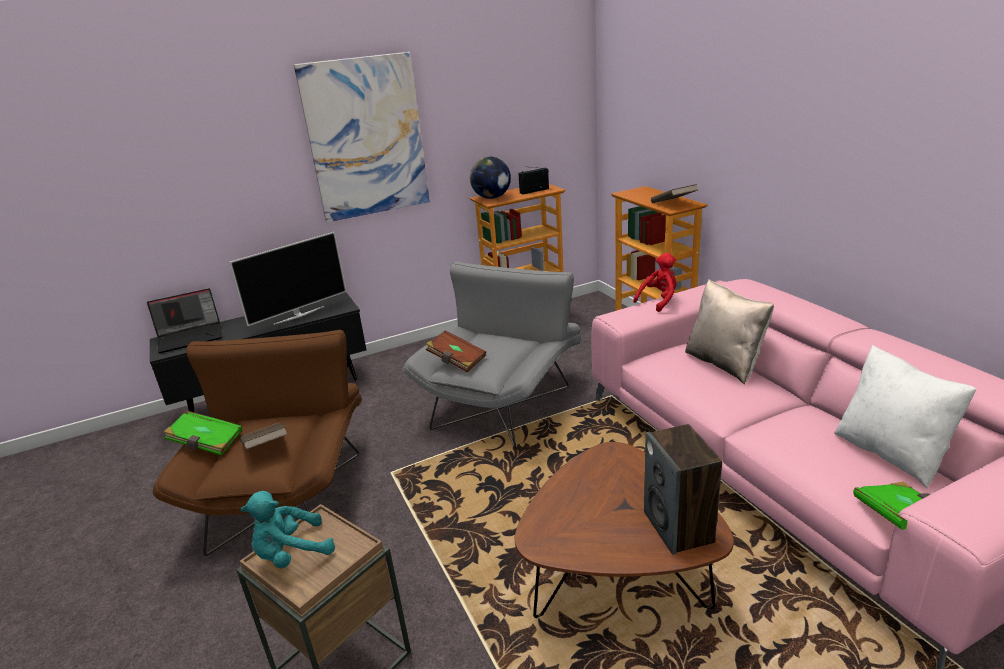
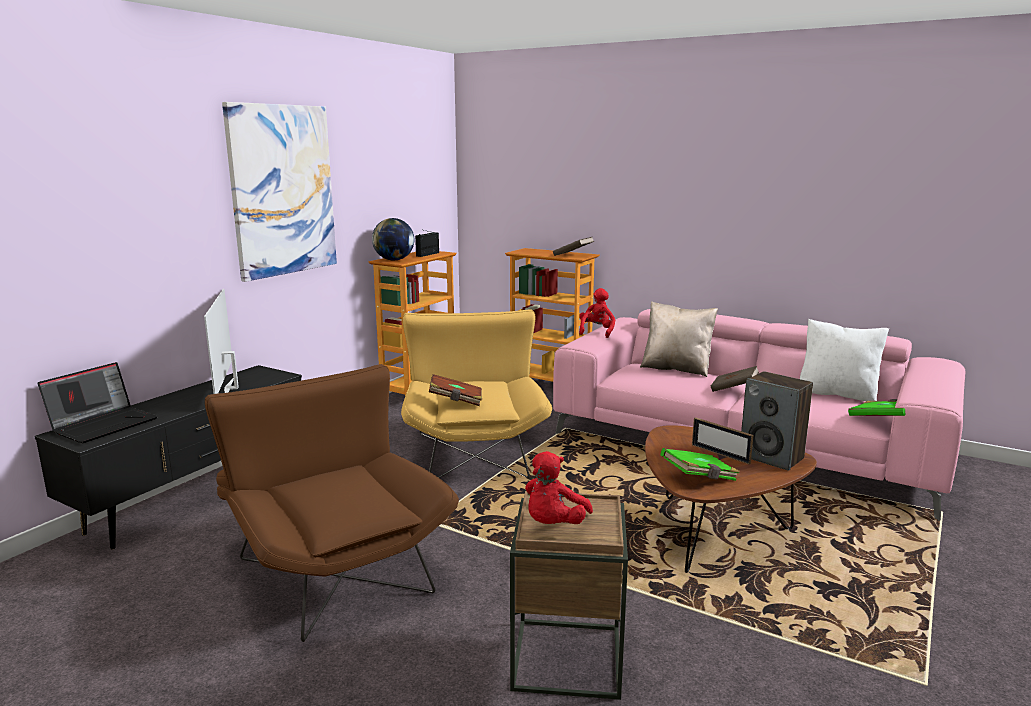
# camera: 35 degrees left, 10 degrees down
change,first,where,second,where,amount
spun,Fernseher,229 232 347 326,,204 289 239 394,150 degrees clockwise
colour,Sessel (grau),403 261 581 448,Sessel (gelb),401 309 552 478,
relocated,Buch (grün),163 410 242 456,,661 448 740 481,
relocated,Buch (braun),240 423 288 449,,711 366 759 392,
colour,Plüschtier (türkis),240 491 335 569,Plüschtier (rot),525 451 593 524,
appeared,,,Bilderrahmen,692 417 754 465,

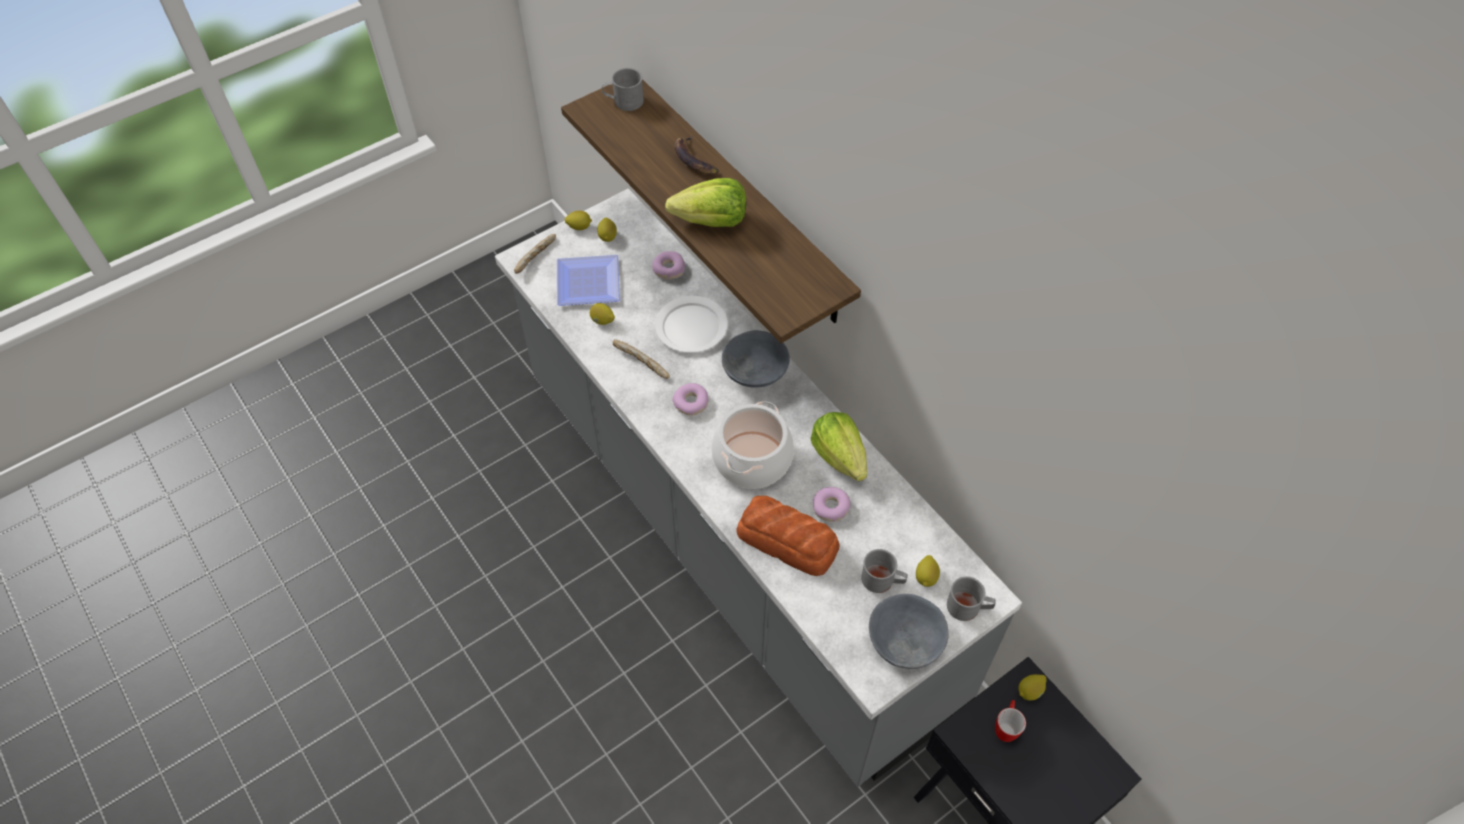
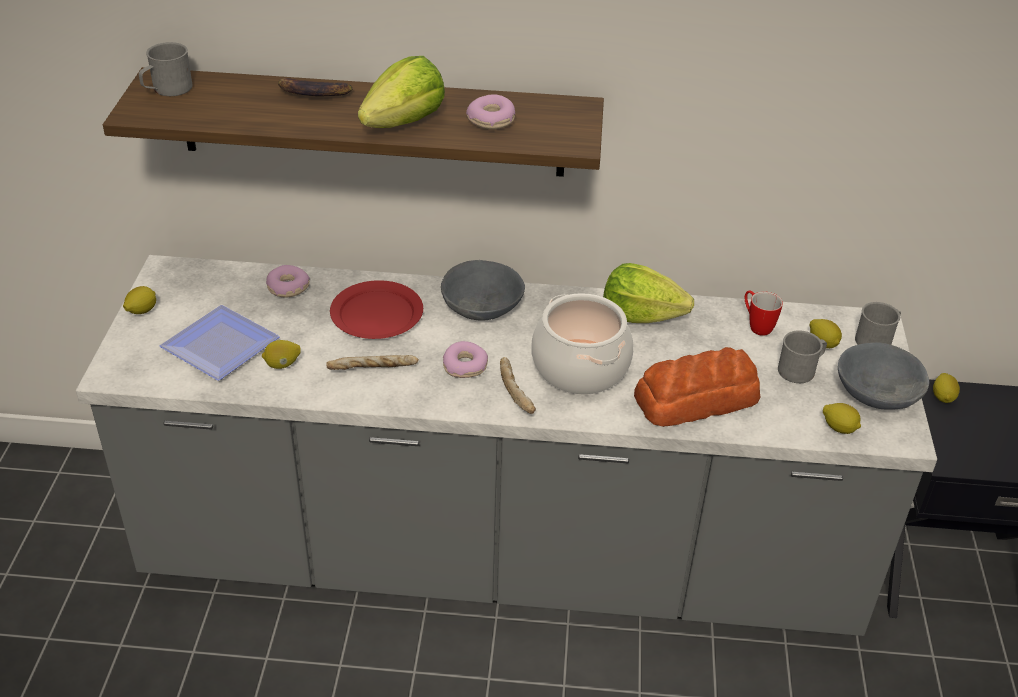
# camera: 50 degrees left, 15 degrees down
change,first,where,second,where,amount
relocated,Zitrone,597 218 617 242,,823 403 861 434,
relocated,Brot,514 234 556 274,,500 357 536 414,
colour,Teller (weiß),655 296 728 353,Teller (rot),330 280 423 339,
relocated,Donut,813 487 851 522,,466 94 515 129,
relocated,Henkelbecher,995 700 1026 742,,745 291 783 336,

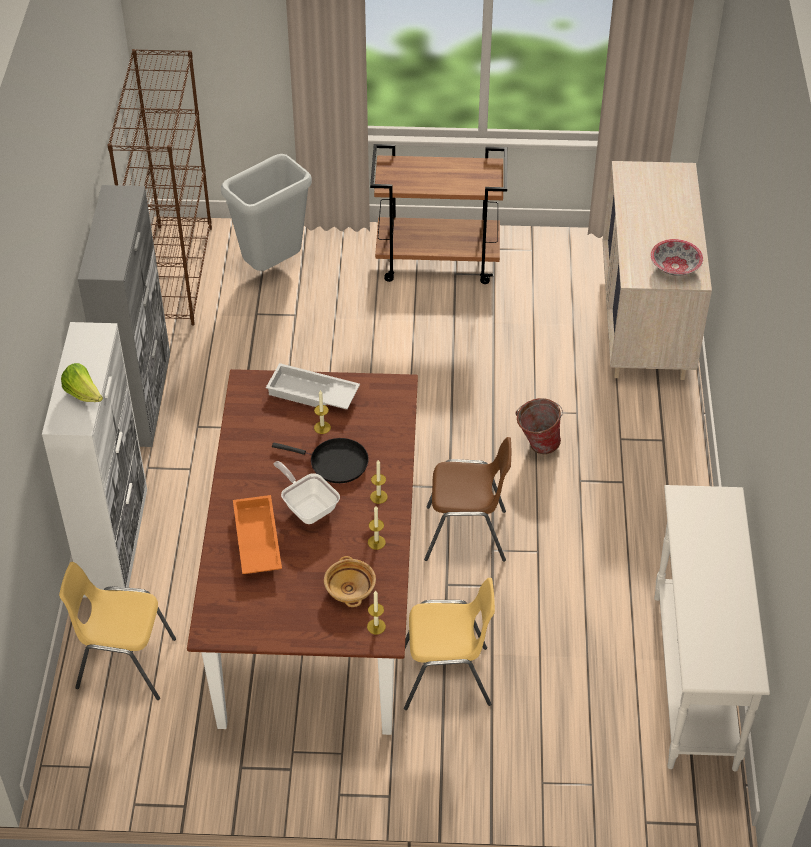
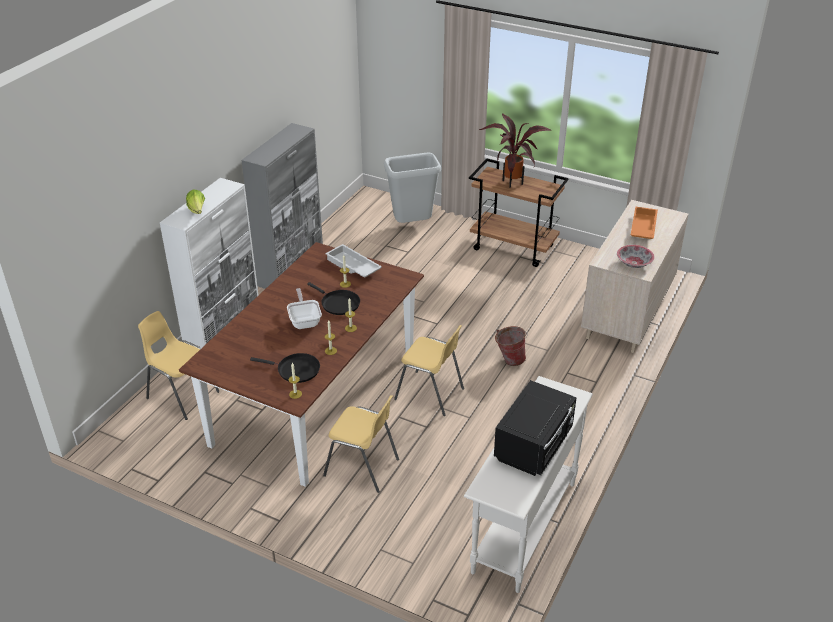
# camera: 25 degrees right, 10 degrees down
change,first,where,second,where,amount
missing,Bücherregal (braun),108 49 212 326,,,
colour,Stuhl (braun),424 437 511 562,Stuhl (gelb),394 325 464 416,
relocated,Tablett (orange),233 495 282 574,,631 206 658 239,
exchanged,Schüssel (beige),324 556 376 607,Pfanne (schwarz),250 353 320 383,
appeared,,,Topfpflanze,479 114 552 188,
appeared,,,Mikrowelle (schwarz),494 380 577 476,

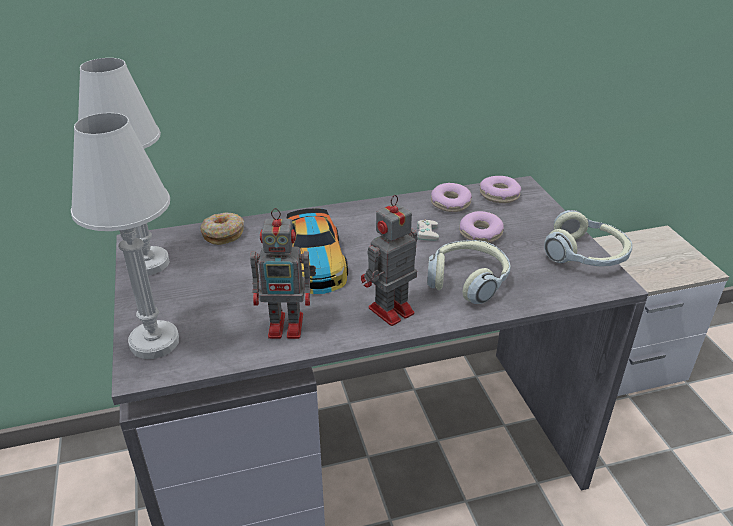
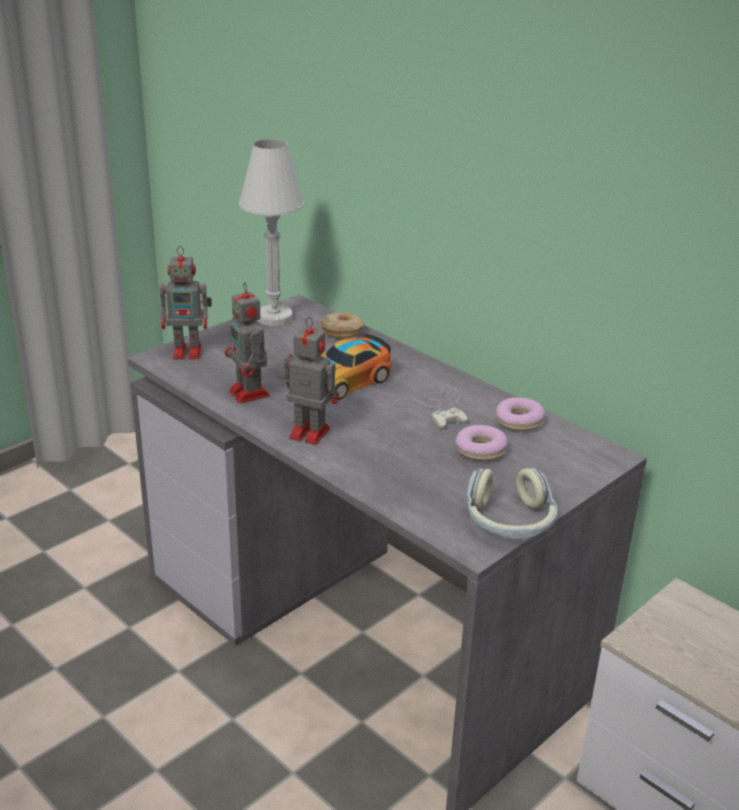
# camera: 60 degrees right, 5 degrees down
change,first,where,second,where,amount
exchanged,Tischlampe (weiß),71 113 179 359,Spielzeugroboter,159 246 212 360,
missing,Donut,480 176 521 204,,,
missing,Kopfhörer,427 240 511 304,,,

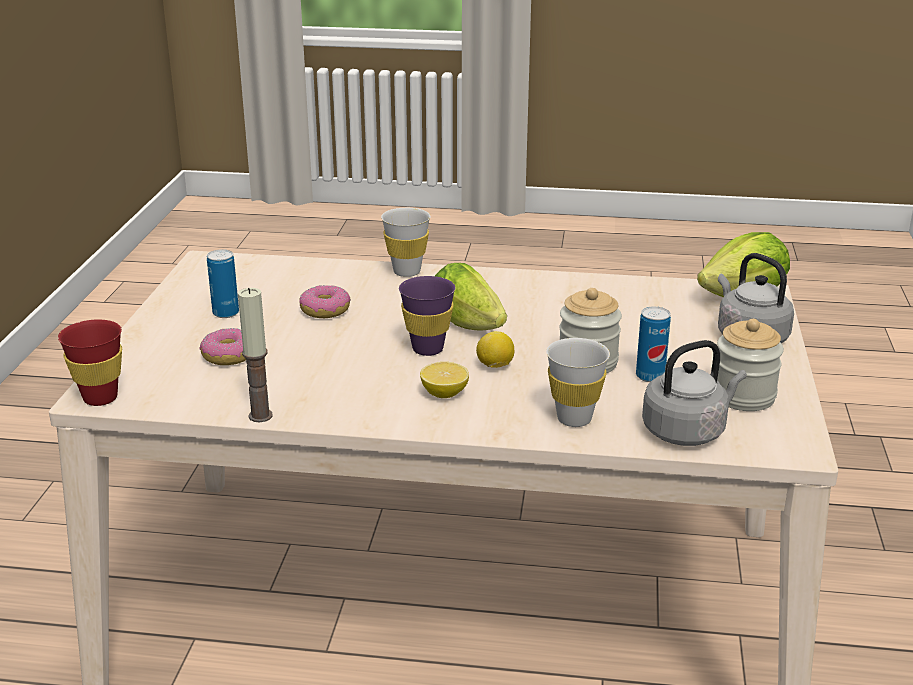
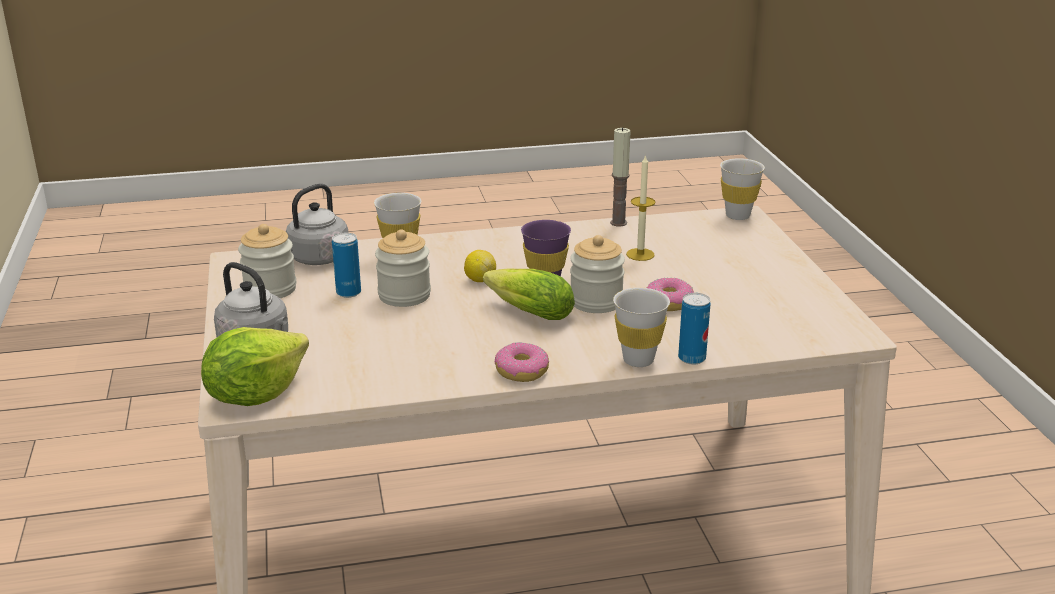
# camera: 160 degrees right, 0 degrees up
change,first,where,second,where,amount
relocated,Dose,207 249 239 318,,678 293 711 365,
colour,Tasse (rot),58 319 122 406,Tasse (weiß),720 158 765 220,
relocated,Donut,200 328 246 365,,495 342 549 382,
missing,Zitrone,420 362 469 398,,,
appeared,,,Kerze,626 154 655 261,
appeared,,,Vorratsglas,570 235 625 313,

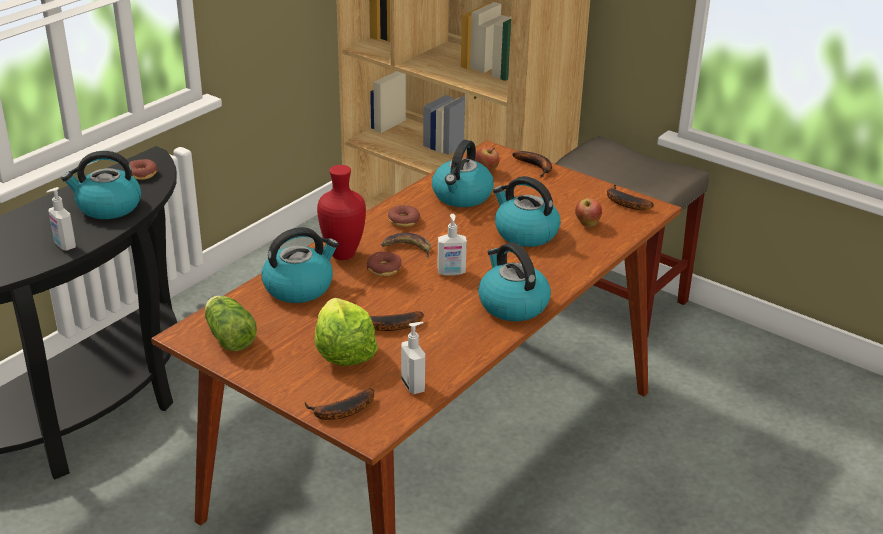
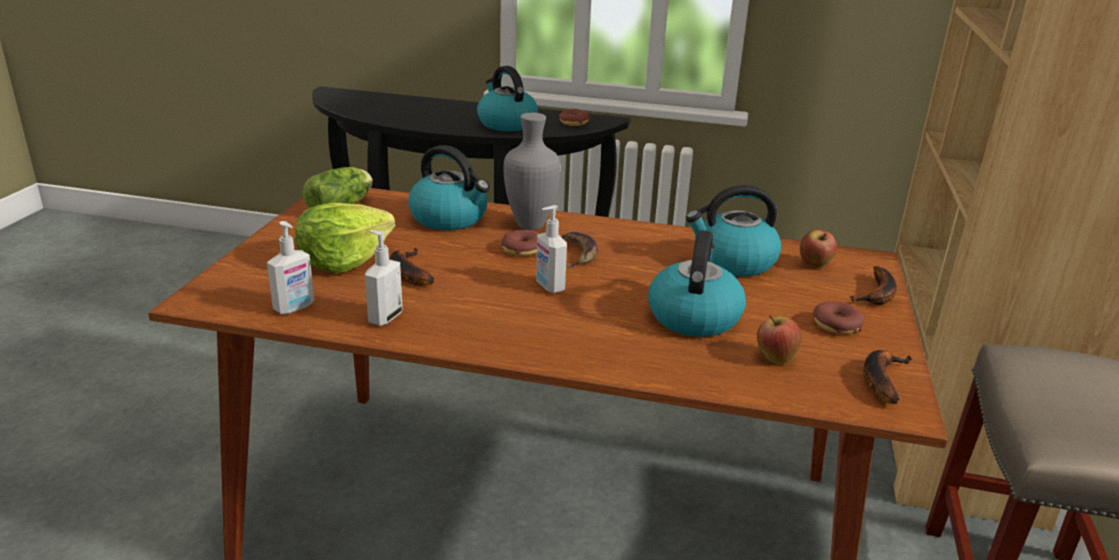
# camera: 65 degrees right, 5 degrees down
change,first,where,second,where,amount
colour,Vase (rot),317 165 366 260,Vase (grau),503 113 561 230,
relocated,Seifenspender,46 187 76 251,,365 230 403 326,
relocated,Donut,388 205 420 227,,813 301 864 334,
missing,Wasserkessel,478 242 551 321,,,
missing,Banane,305 388 374 420,,,

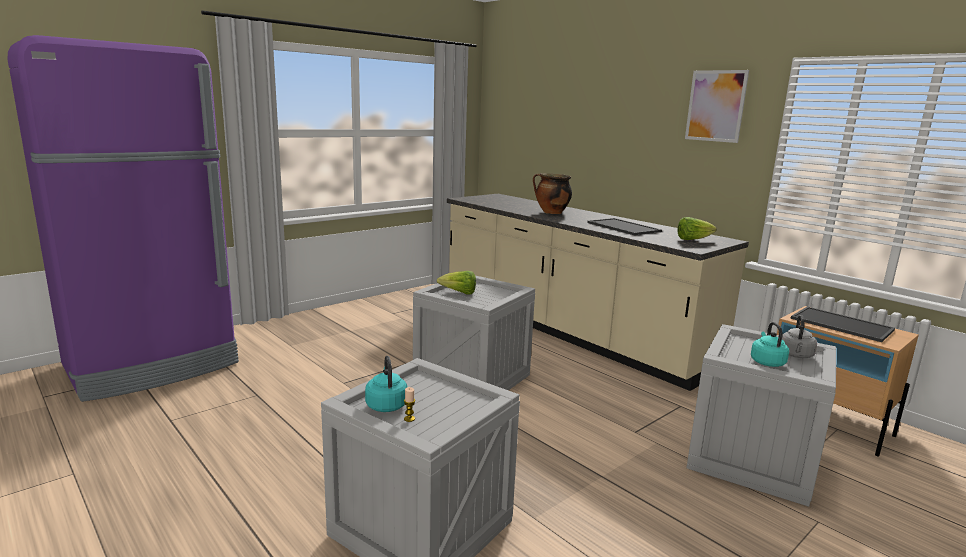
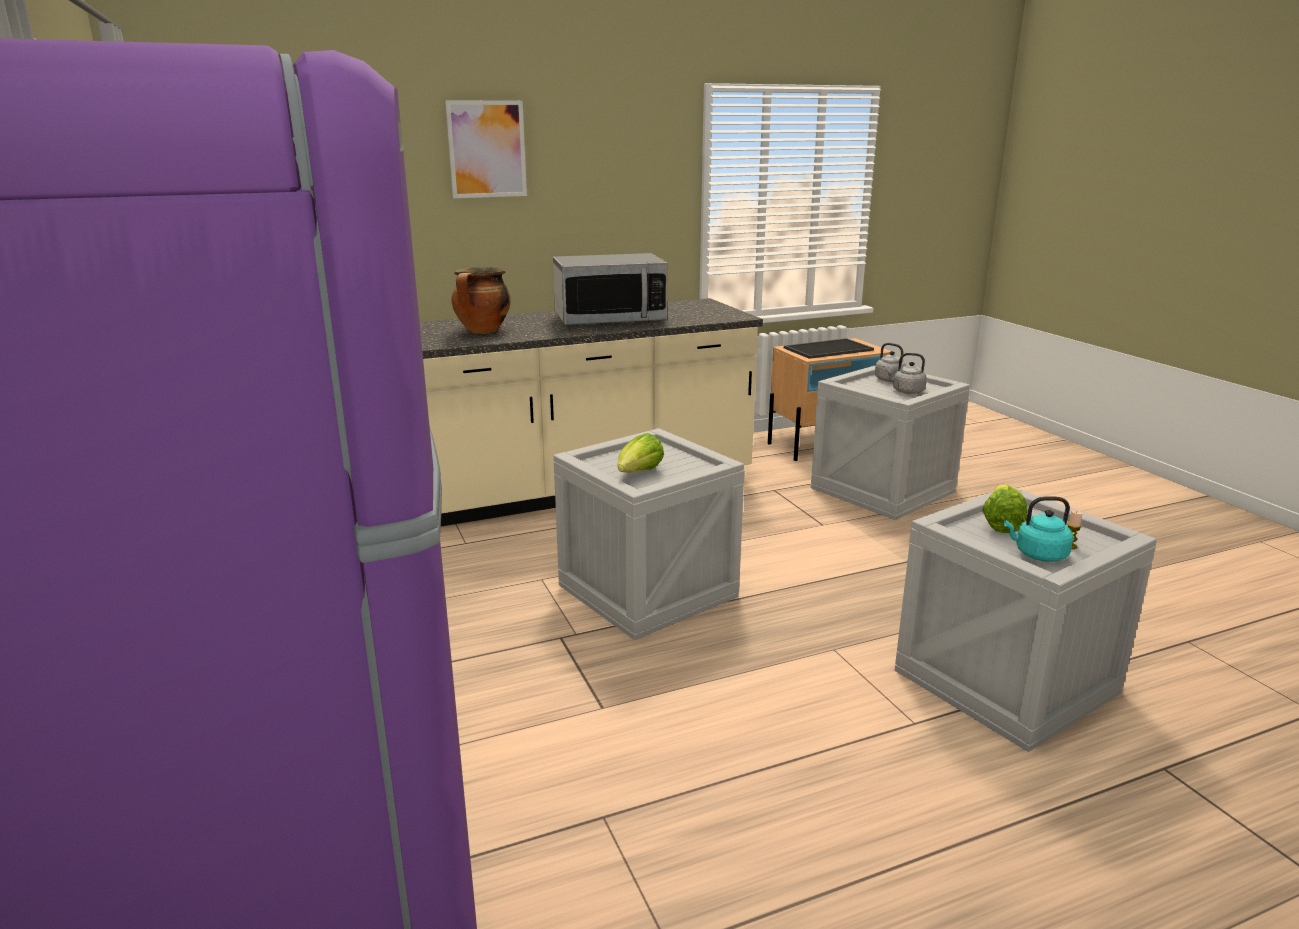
# camera: 70 degrees left, 5 degrees up
change,first,where,second,where,amount
relocated,Bild,685 70 749 143,,445 100 527 198,
relocated,Salatkopf,677 217 717 240,,982 484 1028 533,
exchanged,Tablett,587 218 662 235,Mikrowelle,553 253 668 325,
colour,Wasserkessel (türkis),751 322 789 367,Wasserkessel (grau),886 353 927 394,

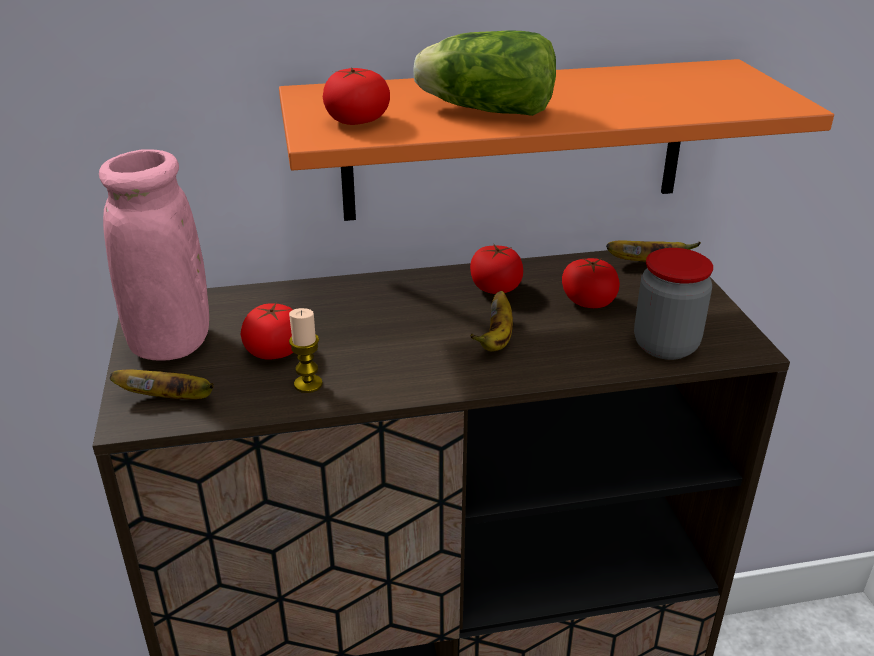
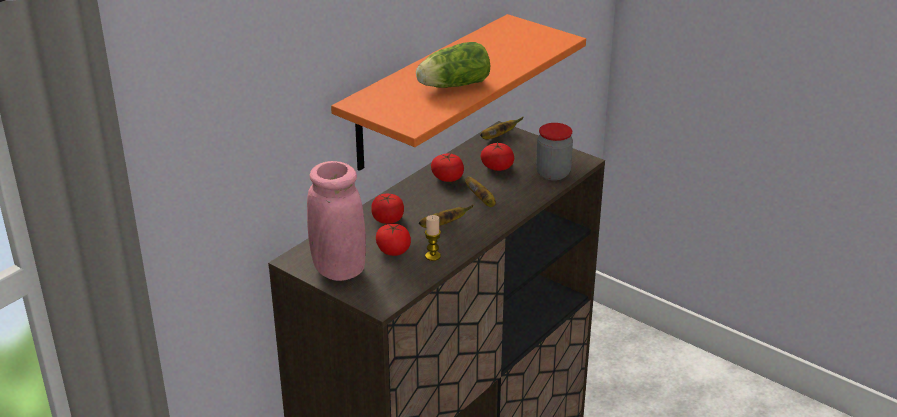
# camera: 40 degrees left, 0 degrees up
change,first,where,second,where,amount
relocated,Tomate,323 67 390 125,,371 194 404 224,
relocated,Banane,110 369 214 399,,419 205 474 228,

